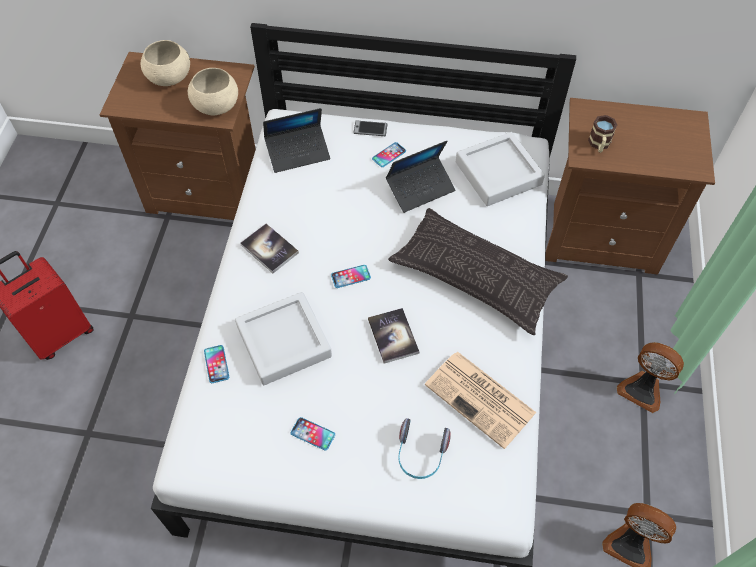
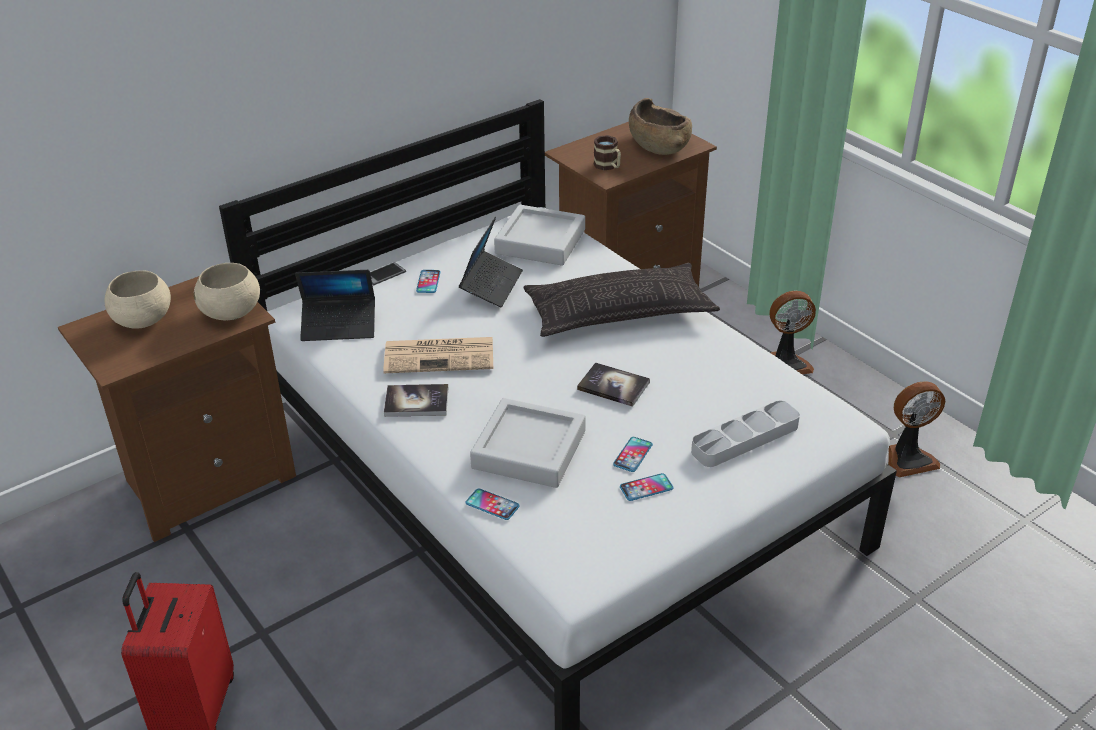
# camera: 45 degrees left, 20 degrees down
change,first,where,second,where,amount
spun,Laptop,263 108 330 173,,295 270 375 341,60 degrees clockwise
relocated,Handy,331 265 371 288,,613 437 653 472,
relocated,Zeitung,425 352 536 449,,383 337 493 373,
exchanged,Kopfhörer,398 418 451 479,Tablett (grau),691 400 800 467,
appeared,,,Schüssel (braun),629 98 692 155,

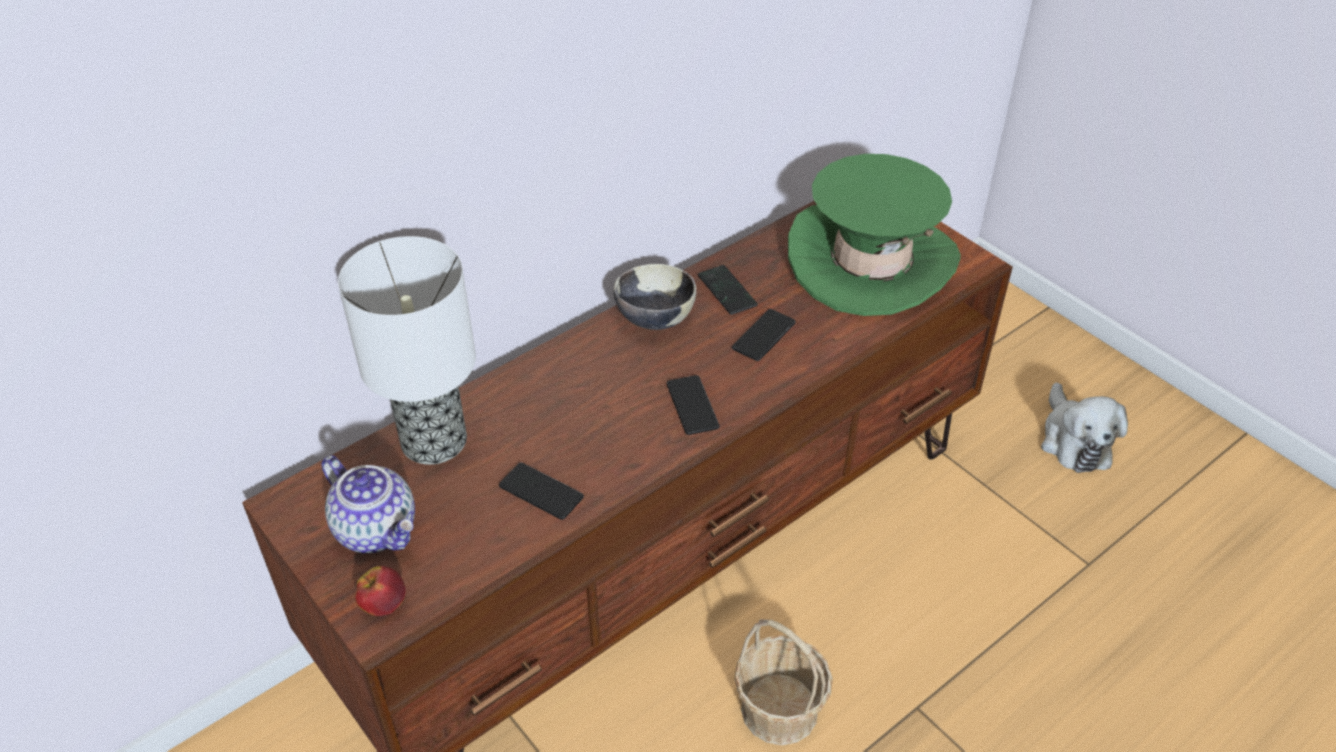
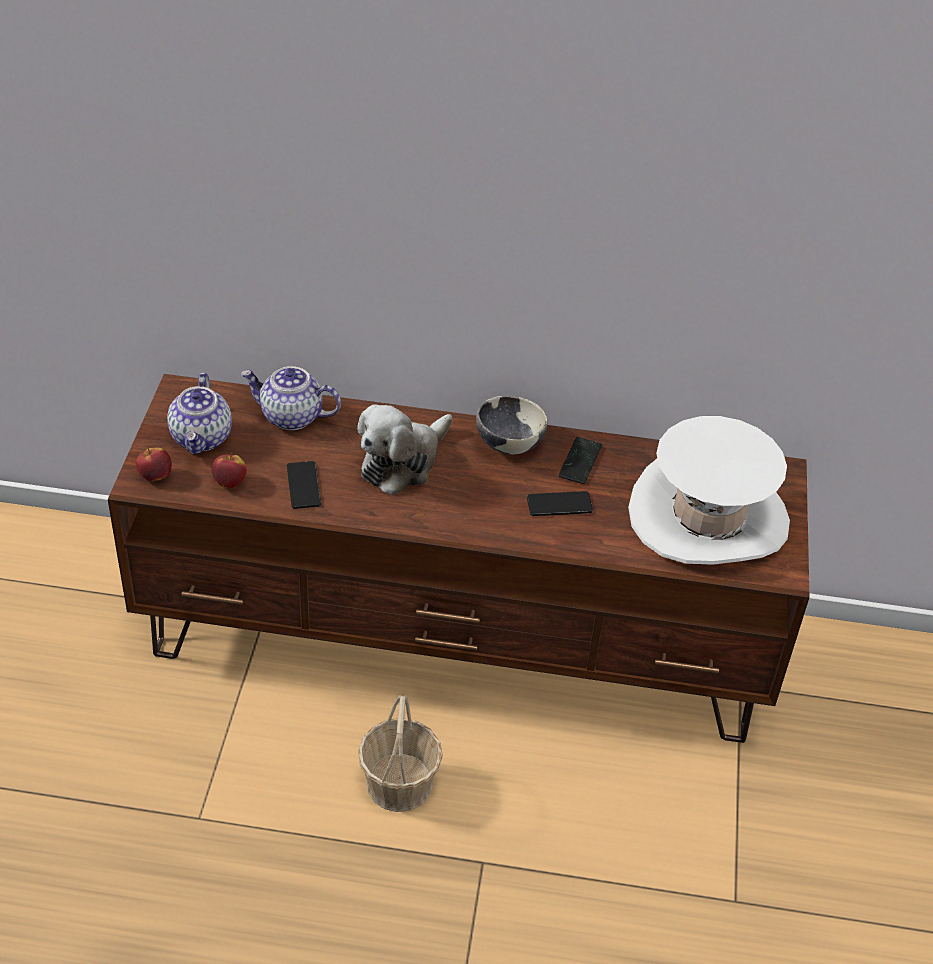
# camera: 45 degrees right, 0 degrees up
change,first,where,second,where,amount
colour,Hut (grün),788 154 961 316,Hut (weiß),628 416 790 565,
exchanged,Tischlampe,338 236 476 465,Teekanne,241 366 341 430,
missing,Handy,667 375 720 435,,,
relocated,Plüschtier,1041 383 1128 473,,357 404 453 495,
appeared,,,Apfel,211 452 247 488,

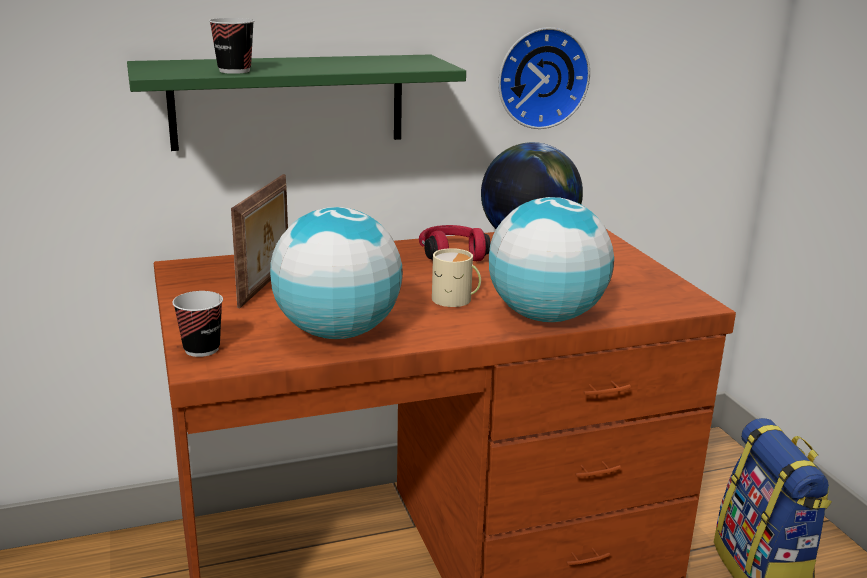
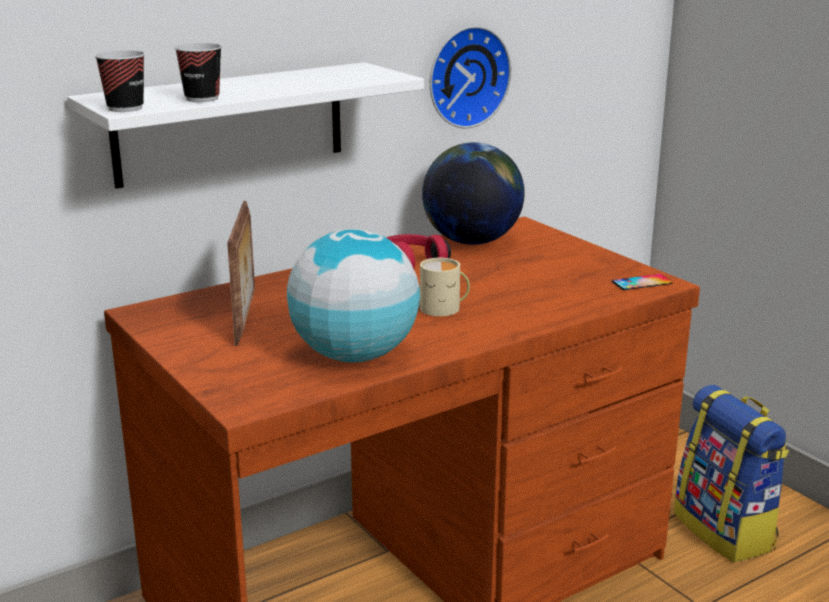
# camera: 15 degrees left, 0 degrees up
change,first,where,second,where,amount
colour,Wandregal (grün),127 54 466 151,Wandregal (weiß),67 62 424 189,
missing,Globus,489 197 614 322,,,
relocated,Tasse,172 291 223 357,,95 50 145 112,
appeared,,,Handy,612 274 673 290,

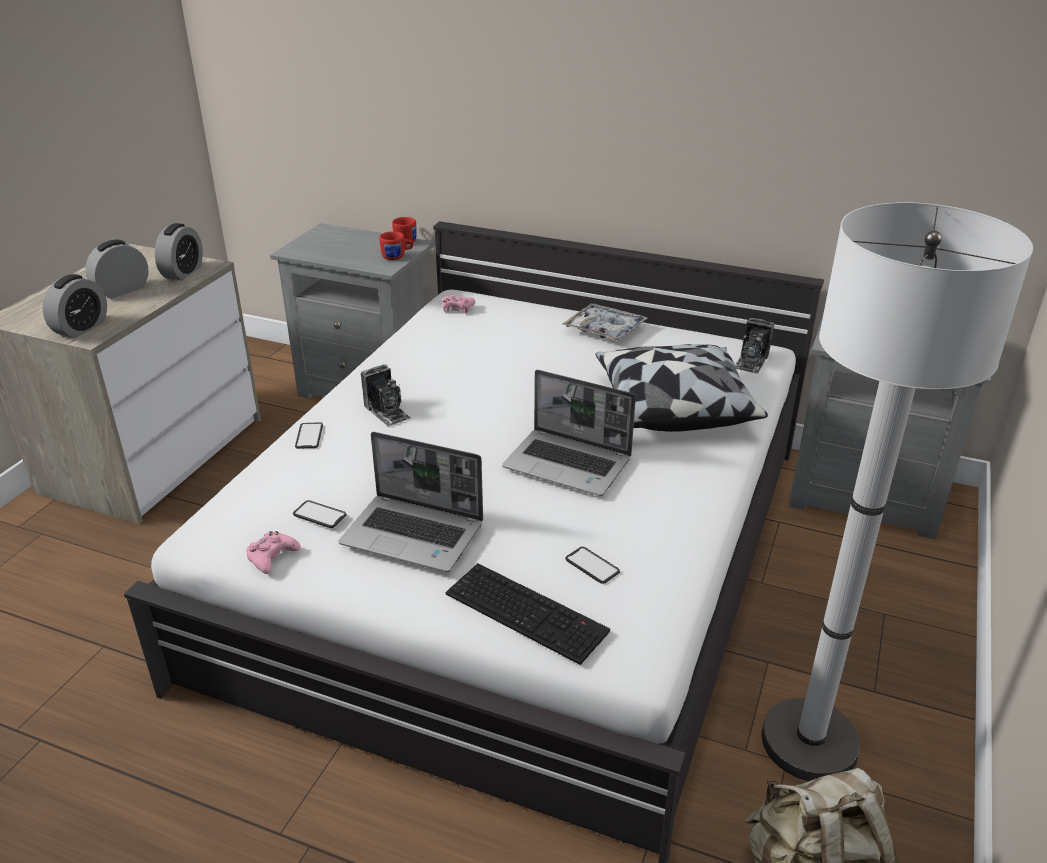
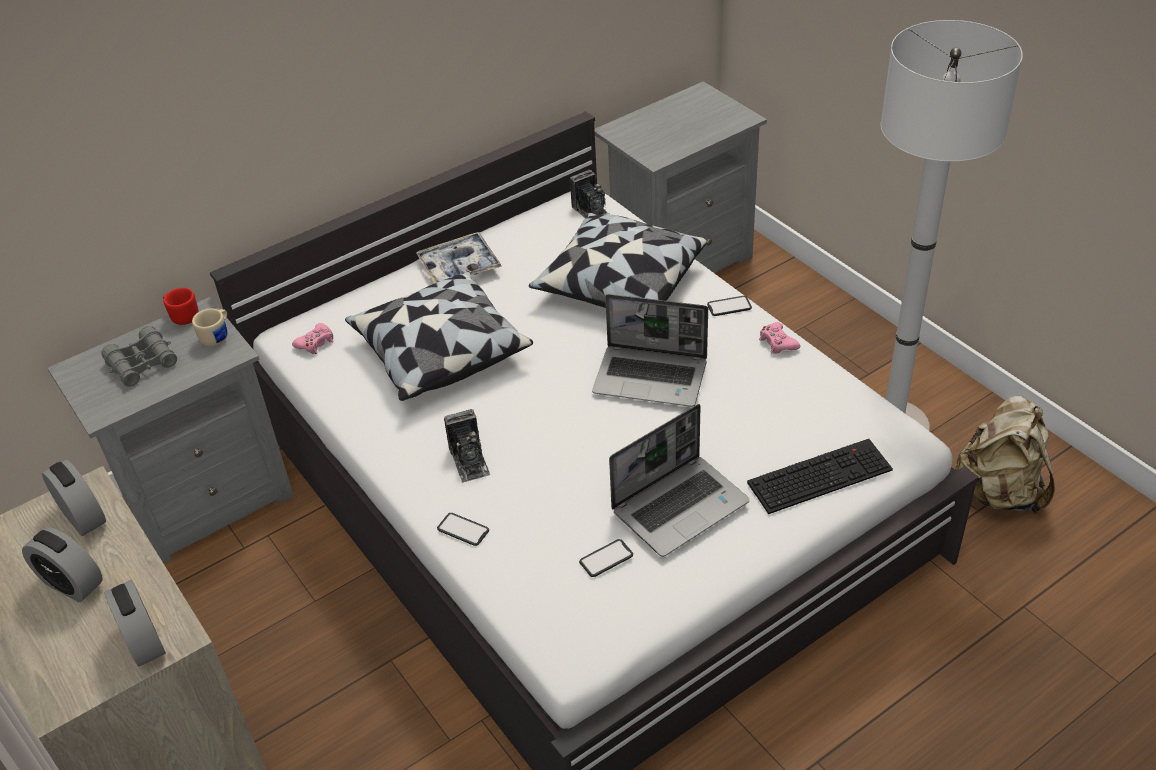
# camera: 55 degrees left, 10 degrees up
change,first,where,second,where,amount
colour,Henkelbecher (rot),379 231 413 260,Henkelbecher (beige),192 309 228 347,
spun,Wecker,85 240 149 299,,22 527 102 602,45 degrees counterclockwise
spun,Kamera,361 364 411 427,,444 409 490 483,75 degrees clockwise
spun,Laptop,502 370 636 496,,592 294 708 407,45 degrees clockwise
relocated,Gamepad (rosa),246 531 301 574,,759 322 800 354,
relocated,Handy,565 547 620 584,,707 296 752 316,
appeared,,,Kissen,345 271 533 401,
appeared,,,Fernglas (grau),102 326 177 387,

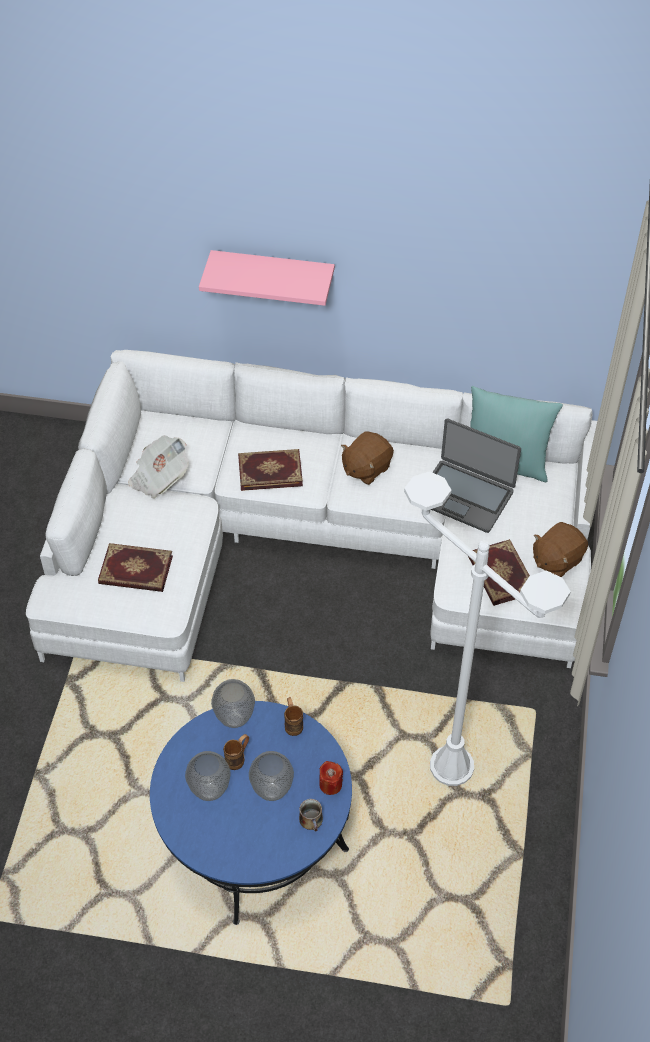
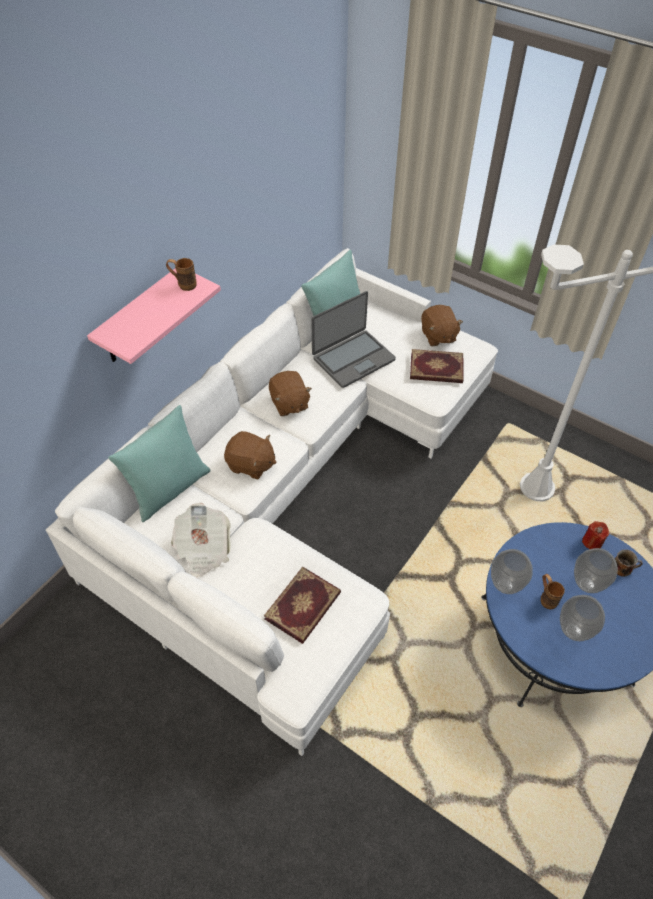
# camera: 65 degrees left, 0 degrees up
change,first,where,second,where,amount
exchanged,Buch,238 449 303 491,Plüschtier (braun),224 431 277 479,
relocated,Henkelbecher (braun),284 697 303 736,,166 258 197 291,
appeared,,,Kissen (türkis),108 405 211 522,

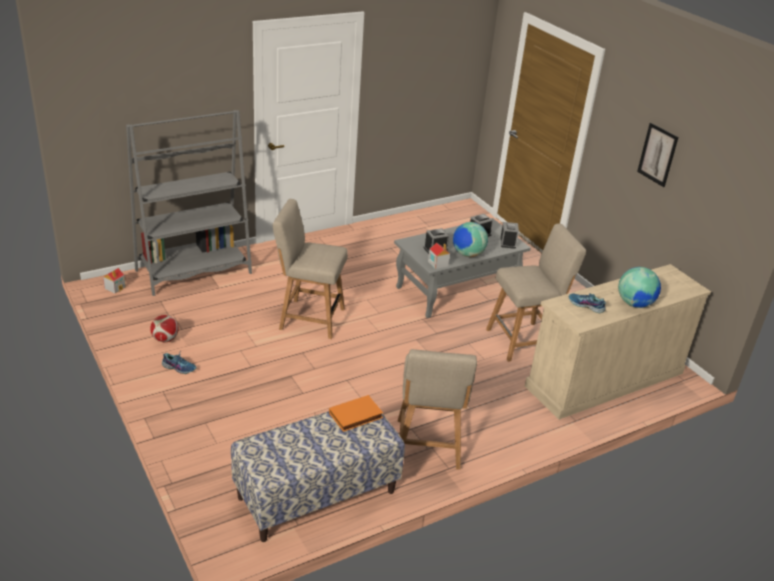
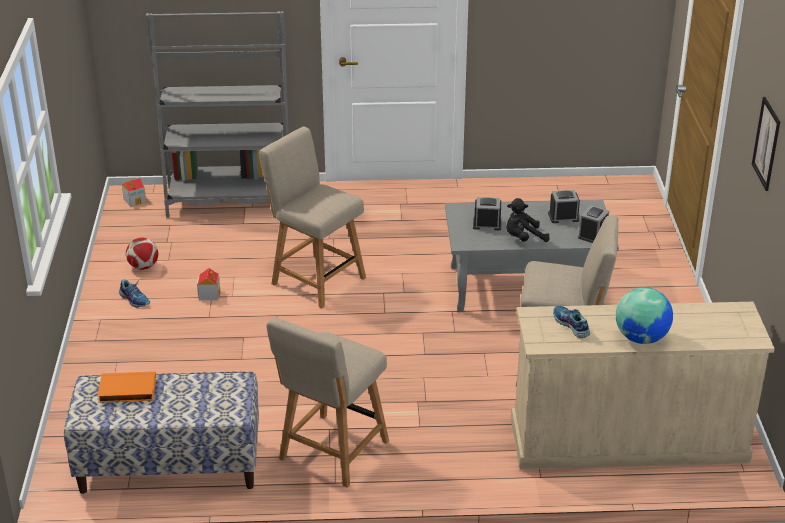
# camera: 30 degrees right, 0 degrees up
change,first,where,second,where,amount
exchanged,Globus,453 222 488 257,Plüschtier (schwarz),506 198 550 242,
relocated,Spielzeughaus,428 243 450 269,,197 268 221 300,
relocated,Buch (orange),329 395 383 432,,97 371 156 403,

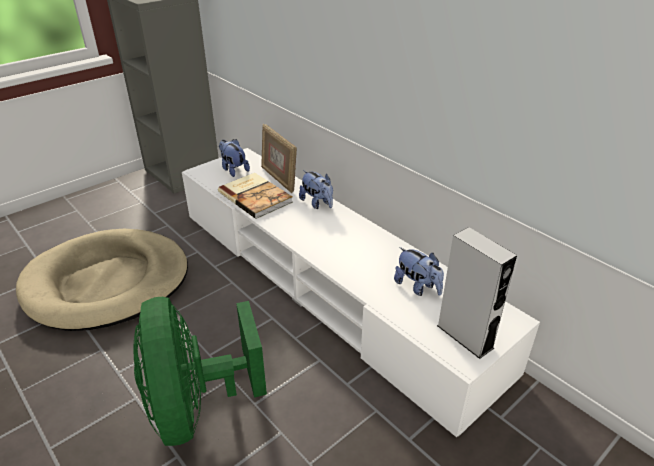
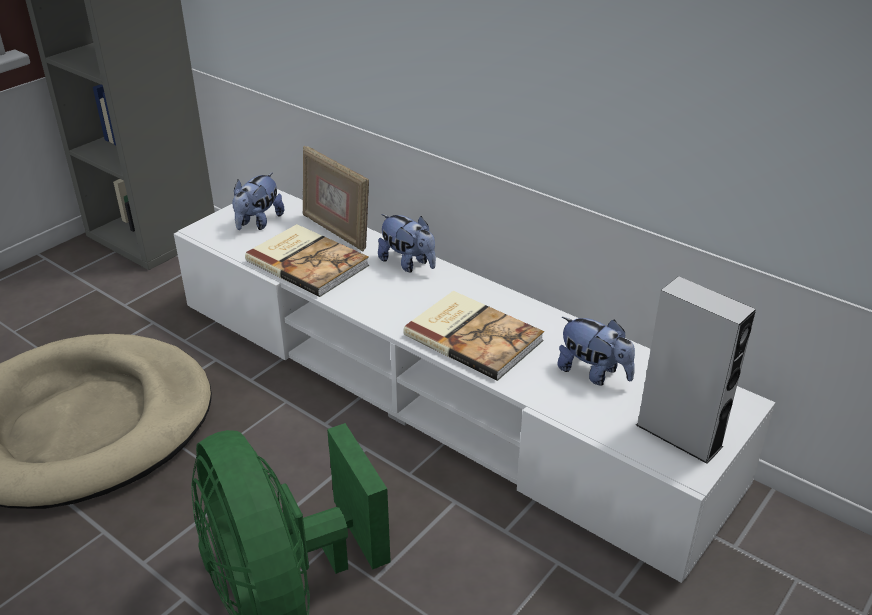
# camera: 10 degrees left, 0 degrees up
change,first,where,second,where,amount
spun,Plüschtier,219 139 250 177,,232 172 284 230,105 degrees counterclockwise
appeared,,,Buch,403 291 544 381,

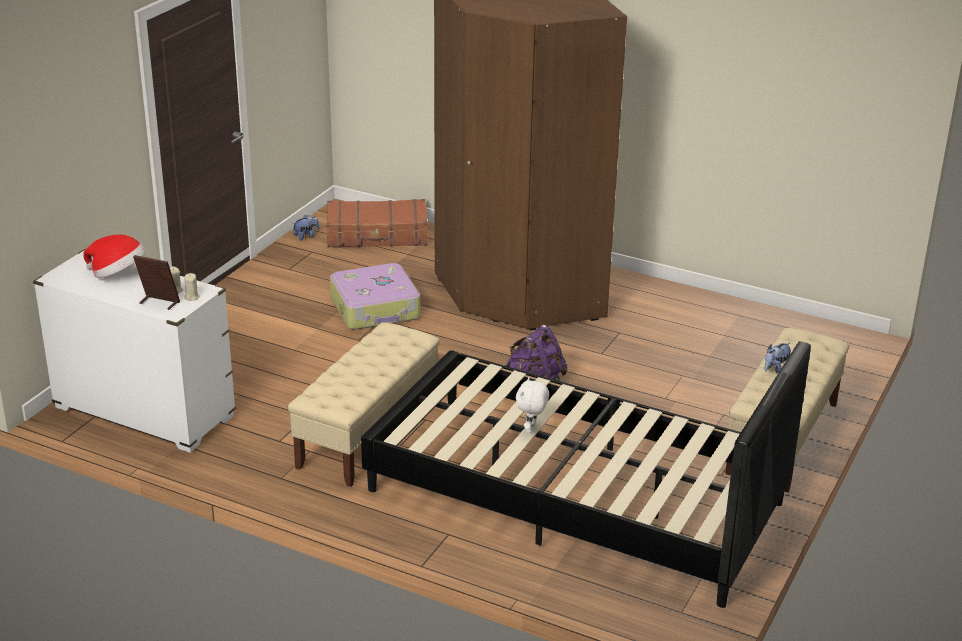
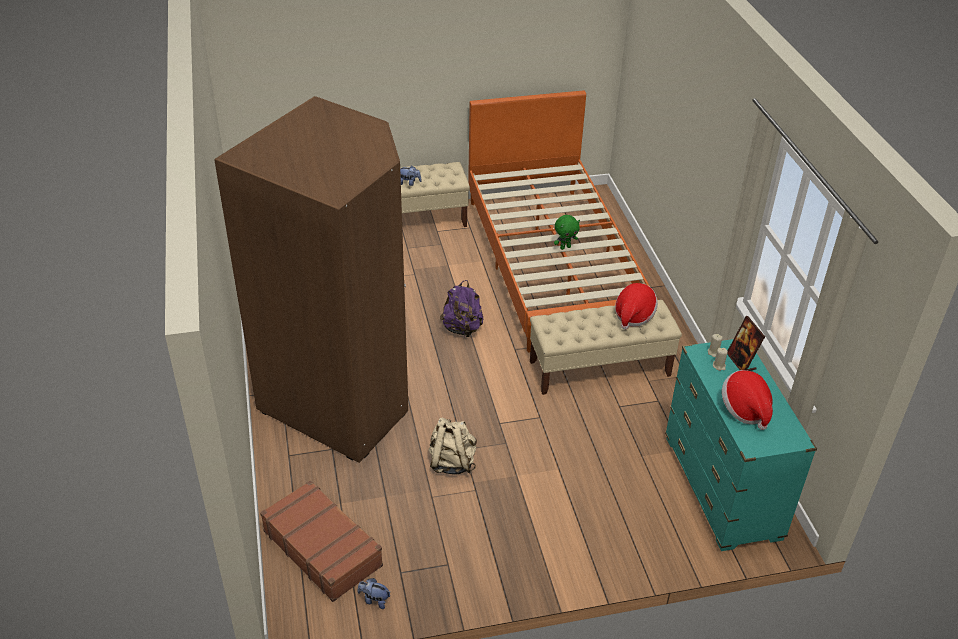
# camera: 130 degrees left, 10 degrees up
change,first,where,second,where,amount
colour,Kommode (weiß),33 249 236 453,Kommode (türkis),665 339 817 551,
exchanged,Koffer,330 263 420 330,Rucksack (beige),428 418 477 475,
colour,Bett (schwarz),361 341 811 608,Bett (orange),468 90 658 353,
colour,Plüschtier (weiß),516 377 549 433,Plüschtier (grün),554 215 580 250,
appeared,,,Hut,615 283 658 330,

